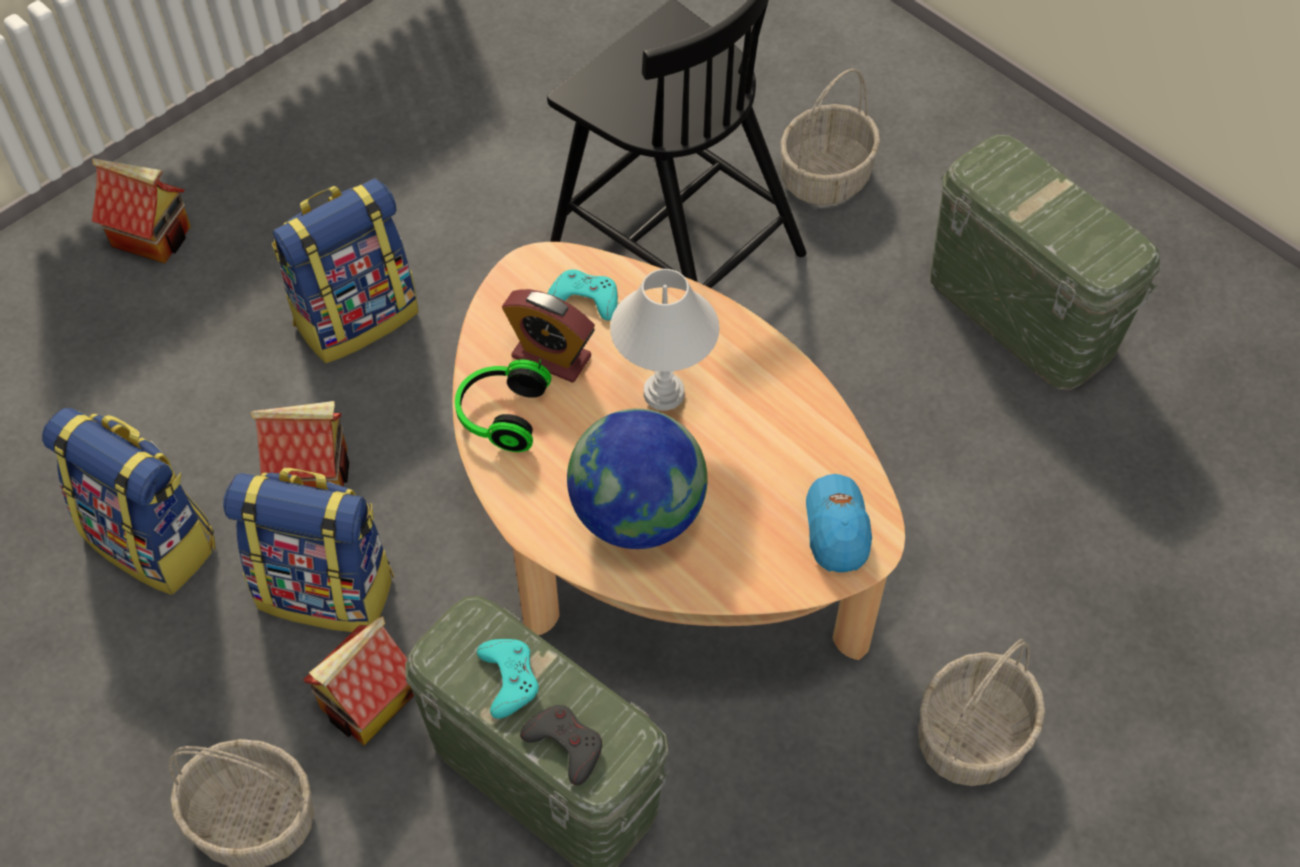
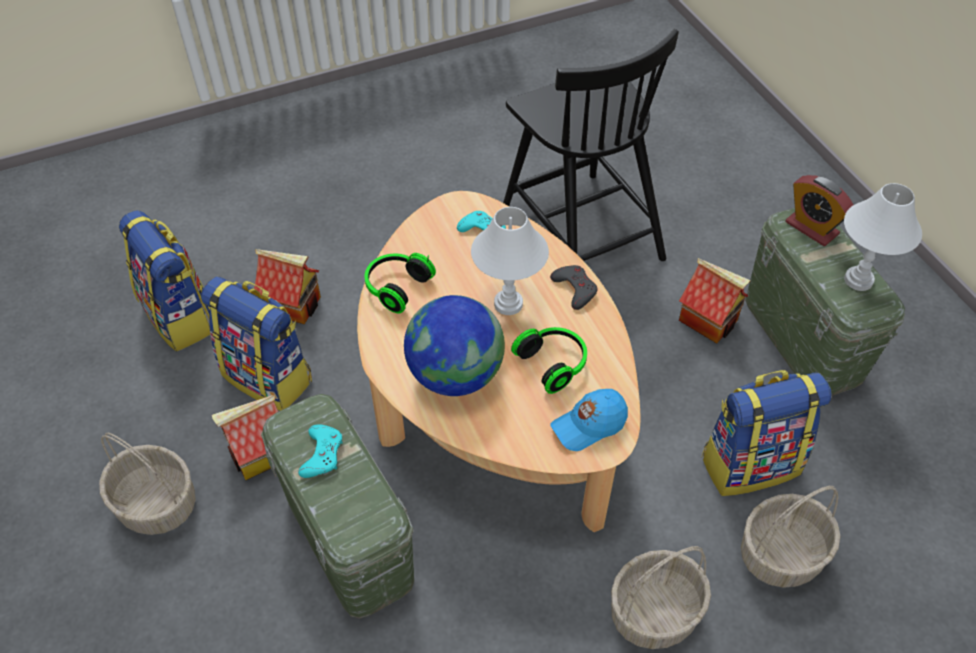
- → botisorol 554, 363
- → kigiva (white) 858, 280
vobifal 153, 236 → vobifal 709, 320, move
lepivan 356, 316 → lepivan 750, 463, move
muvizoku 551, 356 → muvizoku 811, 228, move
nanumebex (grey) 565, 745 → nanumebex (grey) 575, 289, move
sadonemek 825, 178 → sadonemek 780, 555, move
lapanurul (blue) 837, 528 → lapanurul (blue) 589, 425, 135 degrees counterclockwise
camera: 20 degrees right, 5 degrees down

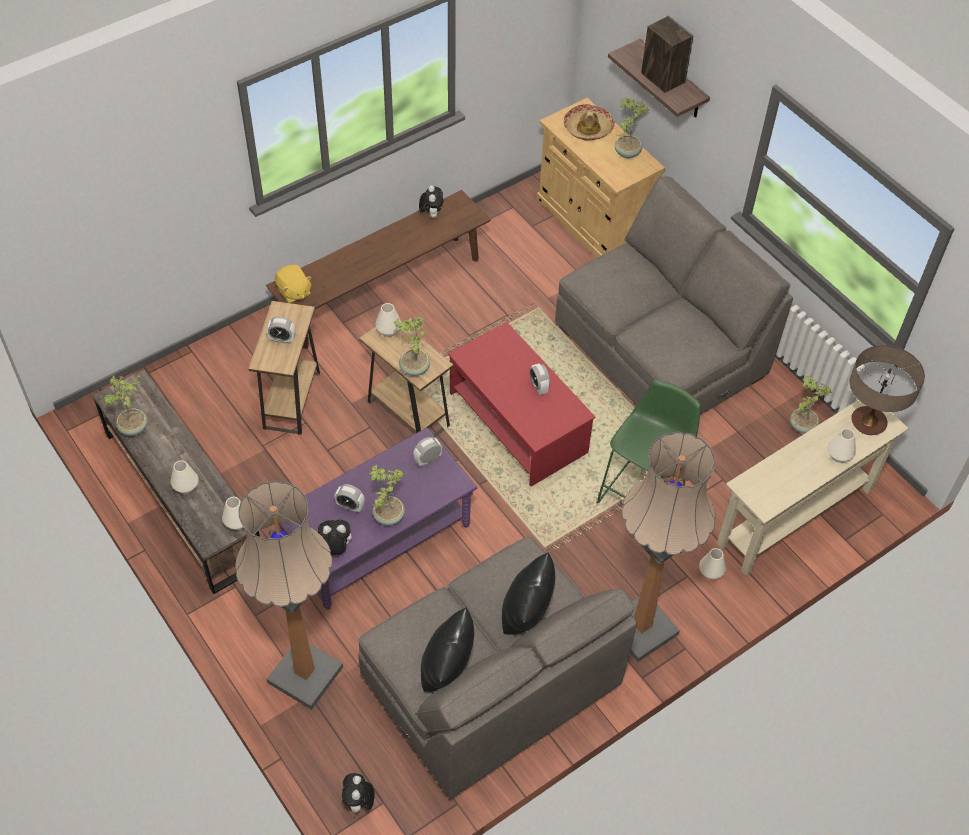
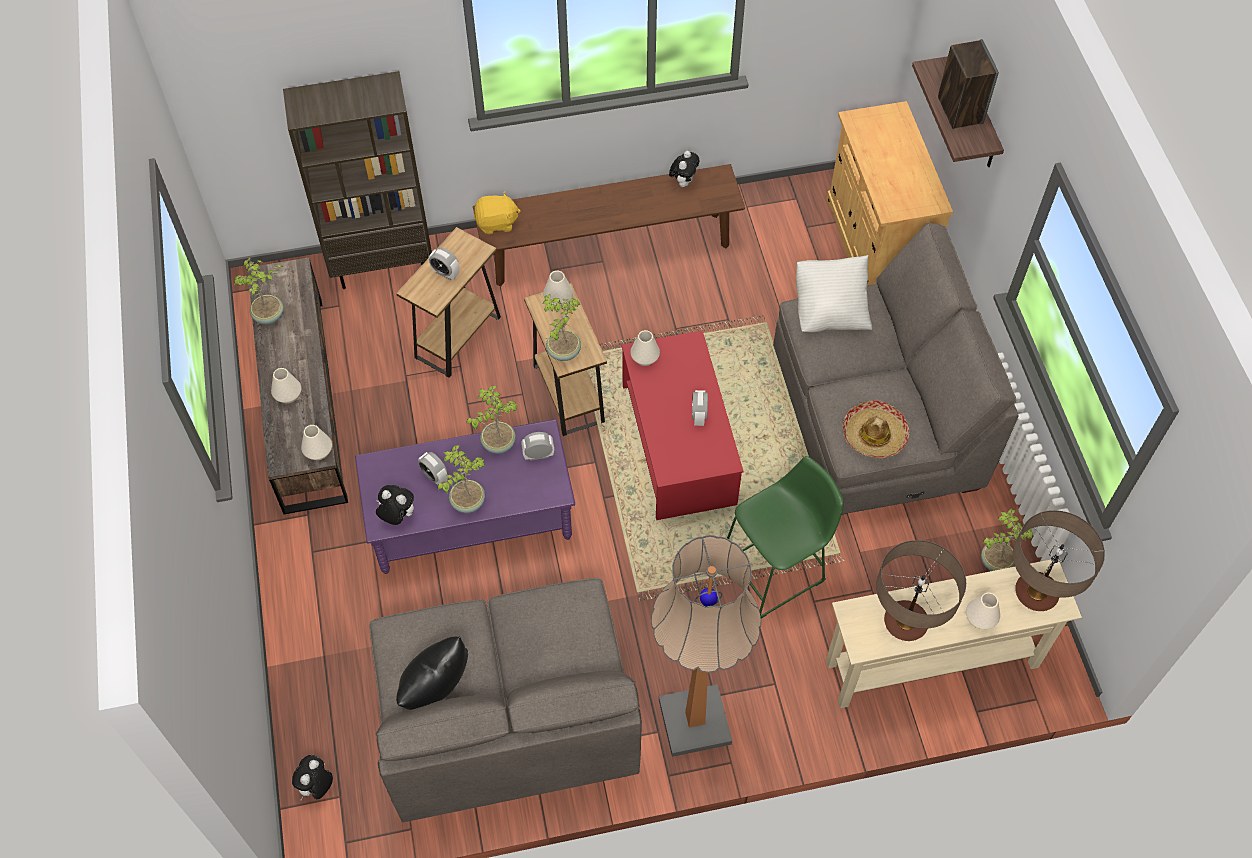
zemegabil 305, 675 → -
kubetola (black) 528, 616 → -
- → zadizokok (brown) 383, 265
- → kubetola (white) 830, 310
- → kigiva 905, 622
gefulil 588, 128 → gefulil 874, 435, move
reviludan 626, 153 → reviludan 498, 443, move
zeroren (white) 711, 572 → zeroren (white) 645, 358, move
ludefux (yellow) 294, 292 → ludefux (yellow) 497, 223, 90 degrees counterclockwise
camera: 25 degrees right, 5 degrees up

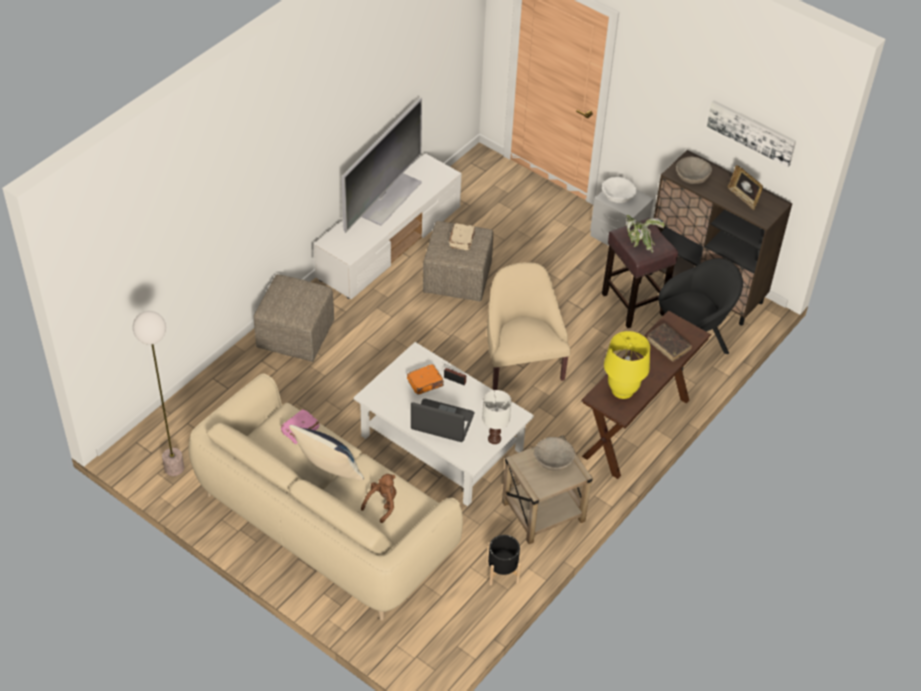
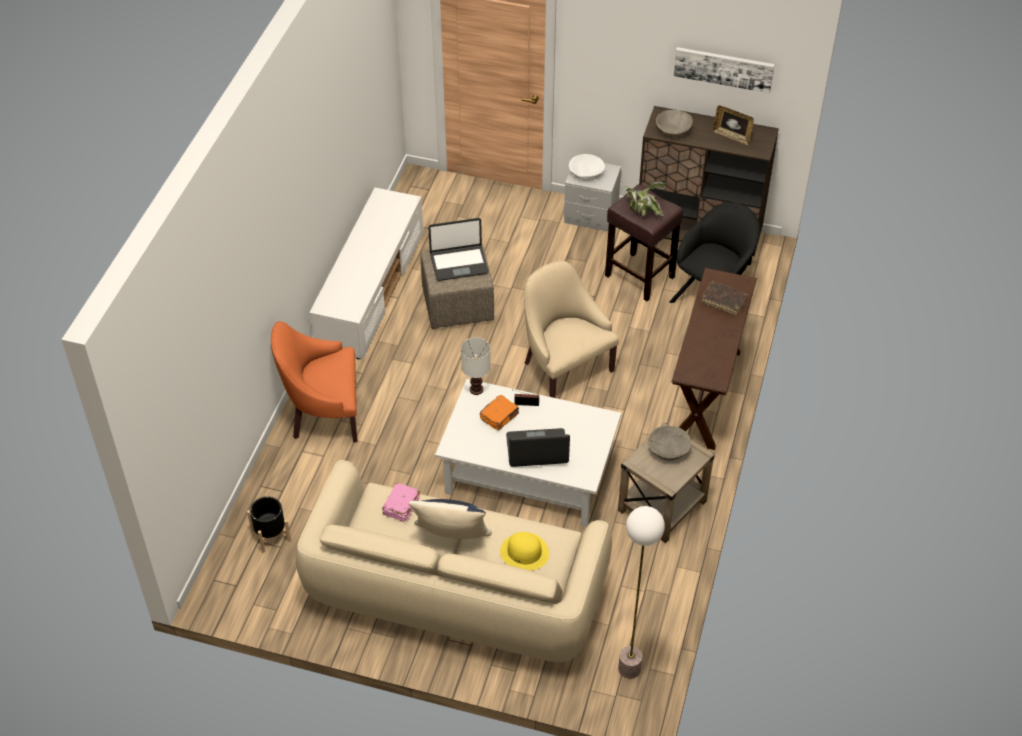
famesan 390, 199 → -
kigiva (yellow) 622, 390 → -
zemegabil 173, 468 → zemegabil 629, 668, move
kigiva (white) 494, 439 → kigiva (white) 476, 390, move
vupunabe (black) 502, 572 → vupunabe (black) 271, 536, move
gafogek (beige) 295, 335 → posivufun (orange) 323, 413
ludefux (brown) 382, 504 → gefulil (yellow) 524, 552
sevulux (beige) 462, 241 → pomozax 459, 263
camera: 20 degrees left, 0 degrees up

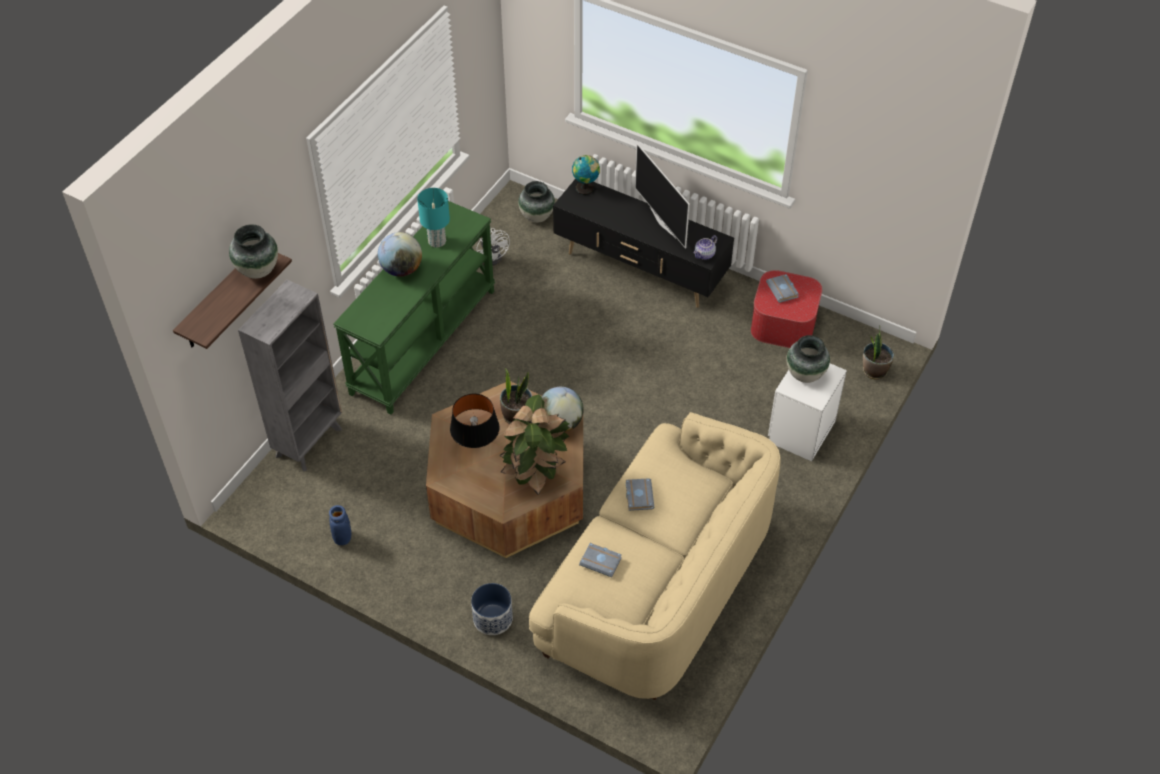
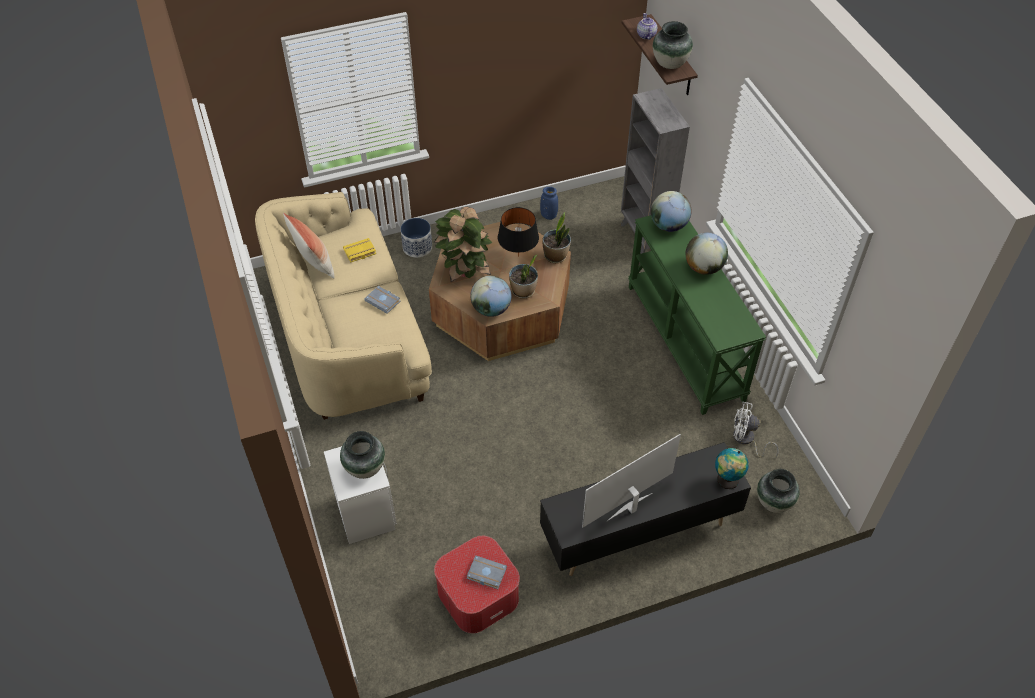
kigiva (turquoise) 436, 241 → -
- → kubetola 314, 263
- → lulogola 668, 225
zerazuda 704, 255 → zerazuda 645, 35, move
reviludan 874, 370 → reviludan 556, 256, move
sevulux (grey) 601, 561 → sevulux (yellow) 359, 252
famesan 663, 222 → famesan 630, 508, 45 degrees counterclockwise
camera: 130 degrees right, 0 degrees up

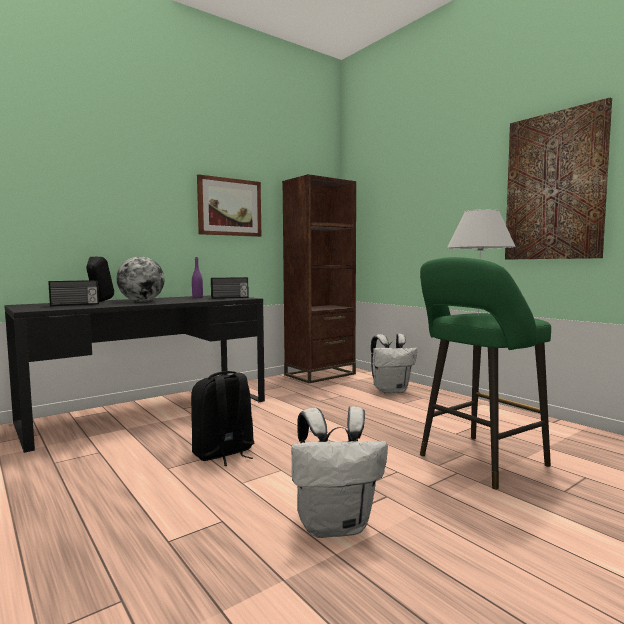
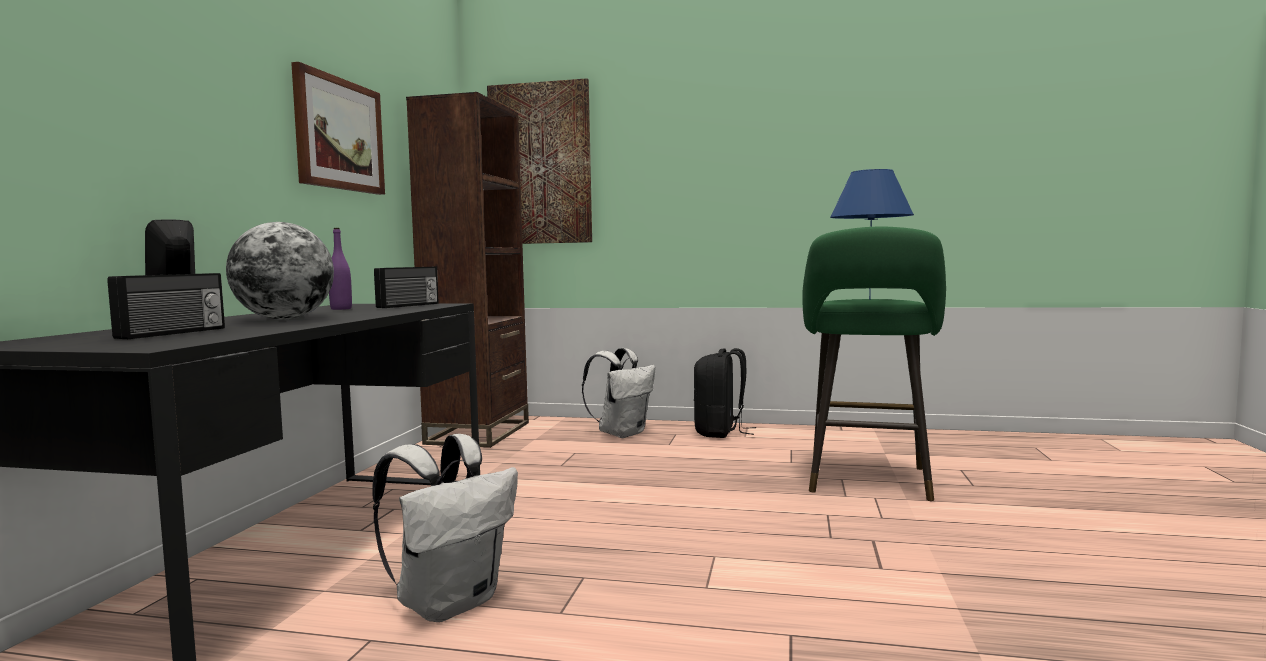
lepivan (black) 223, 453 → lepivan (black) 720, 432, move
lepivan (white) 335, 525 → lepivan (white) 450, 603, move
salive 554, 186 → salive 540, 164, move
kigiva (white) 478, 315 → kigiva (blue) 870, 299
camera: 40 degrees left, 0 degrees up

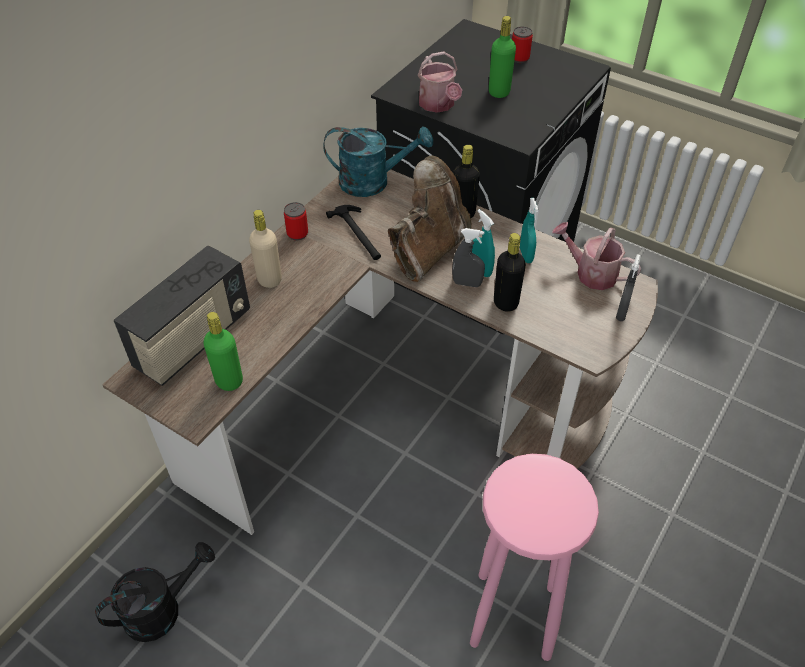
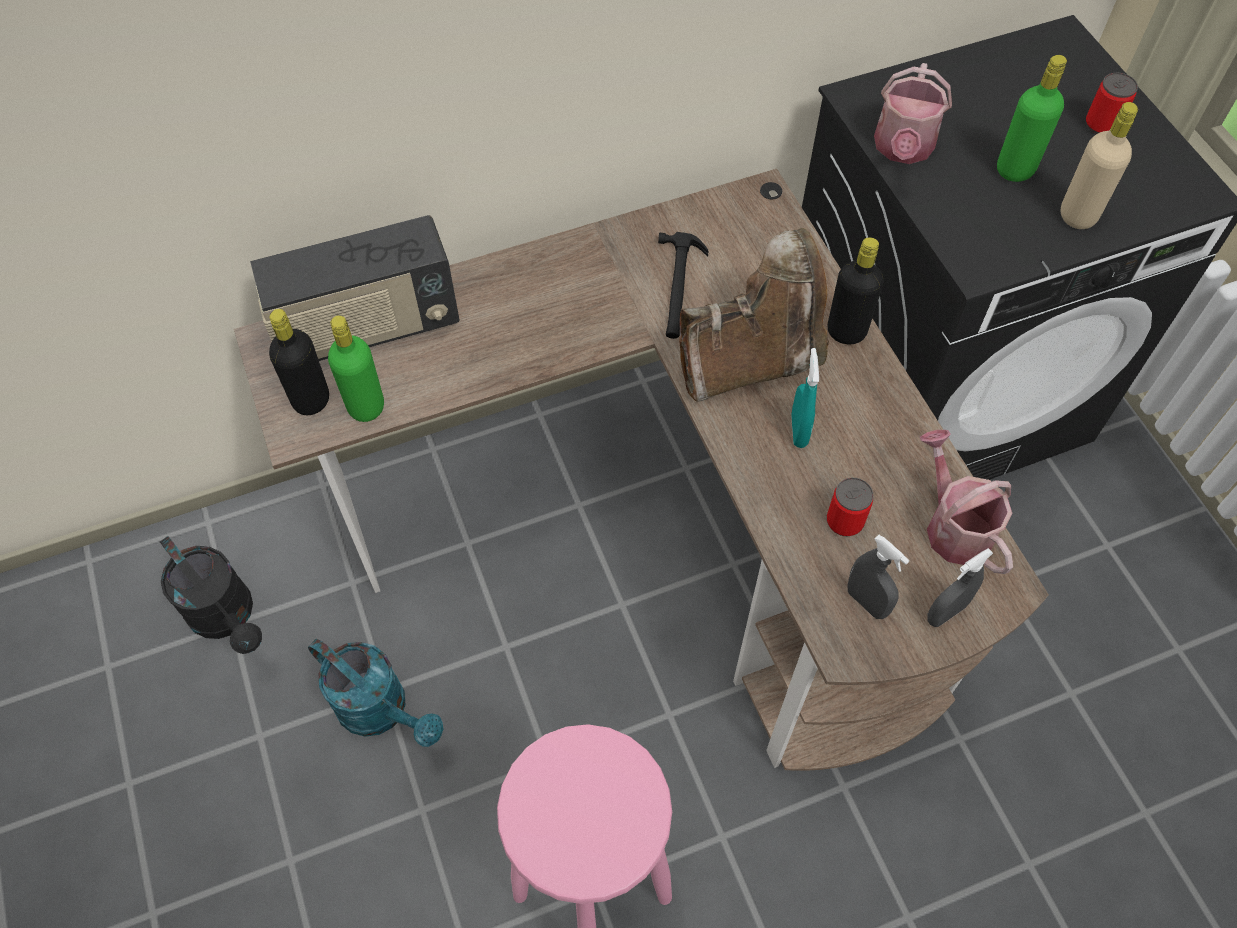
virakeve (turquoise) 526, 255 → -
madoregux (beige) 269, 279 → madoregux (beige) 1078, 215, move
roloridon 297, 234 → roloridon 844, 521, move
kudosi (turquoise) 373, 182 → kudosi (turquoise) 382, 710, move
virakeve (grey) 467, 283 → virakeve (grey) 866, 602, move
madoregux (black) 505, 303 → madoregux (black) 311, 400, move
kudosi (black) 162, 609 → kudosi (black) 227, 617, 45 degrees clockwise
camera: 35 degrees right, 10 degrees up

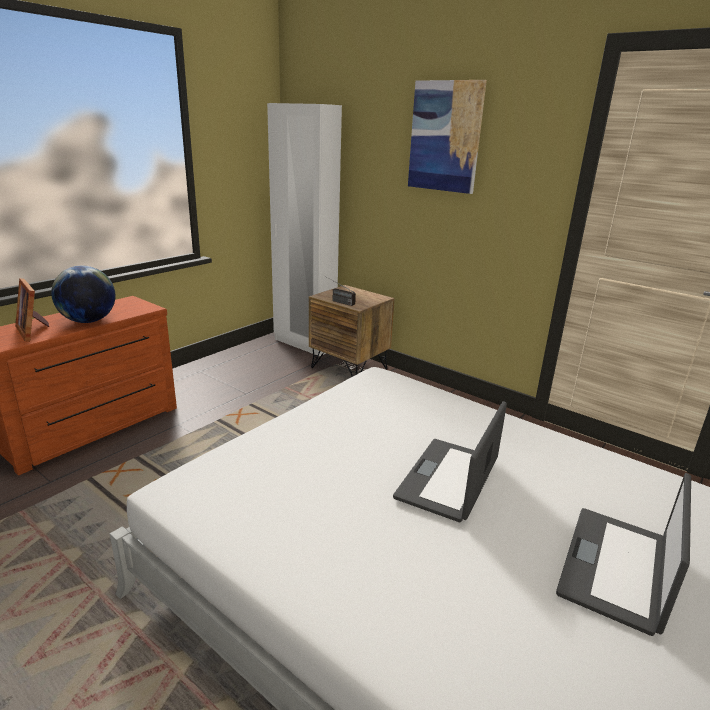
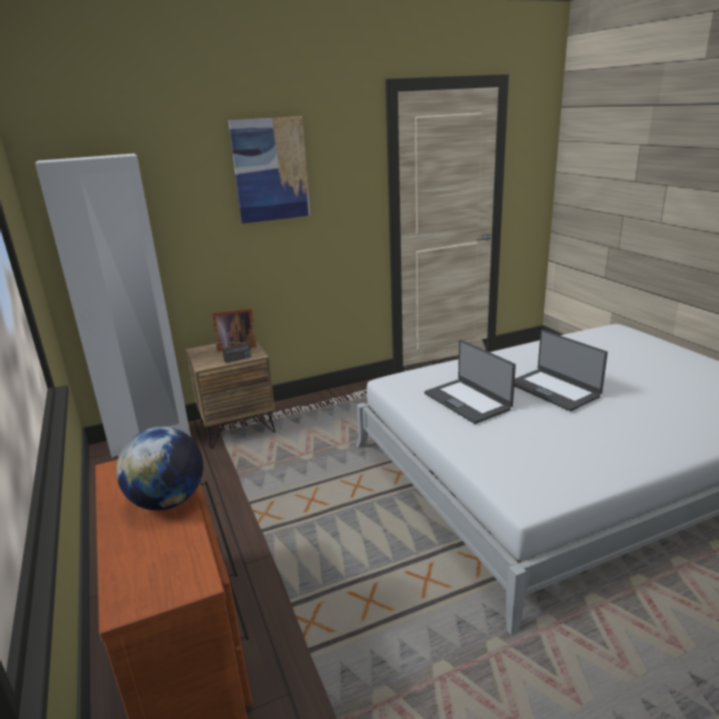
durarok 34, 331 → durarok 235, 346, move
pomozax 617, 568 → pomozax 468, 401, move
camera: 60 degrees left, 0 degrees up

